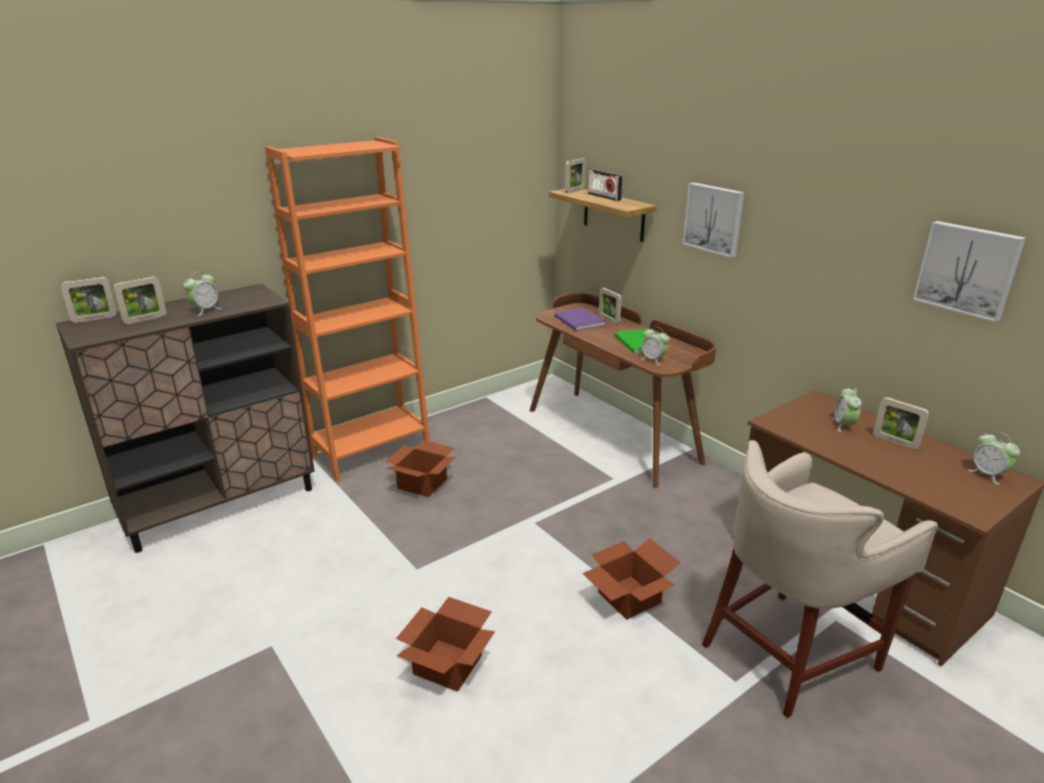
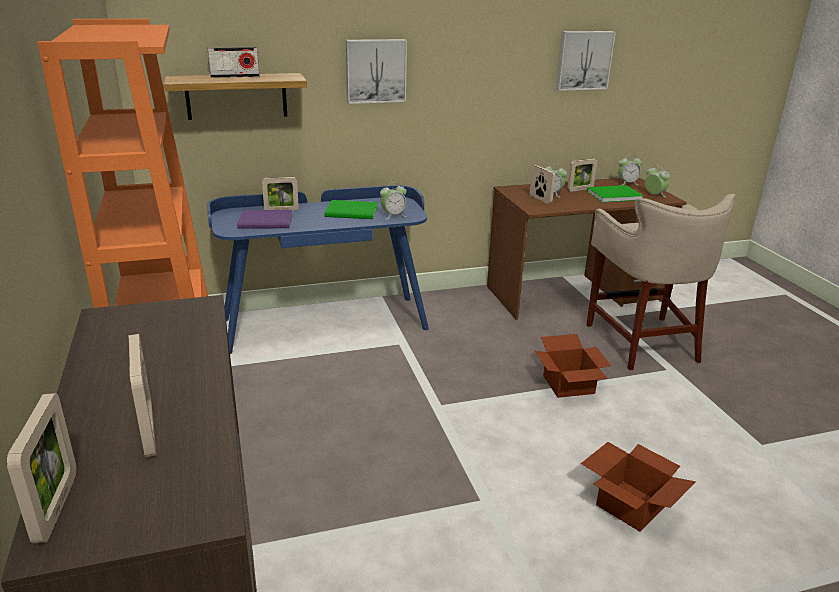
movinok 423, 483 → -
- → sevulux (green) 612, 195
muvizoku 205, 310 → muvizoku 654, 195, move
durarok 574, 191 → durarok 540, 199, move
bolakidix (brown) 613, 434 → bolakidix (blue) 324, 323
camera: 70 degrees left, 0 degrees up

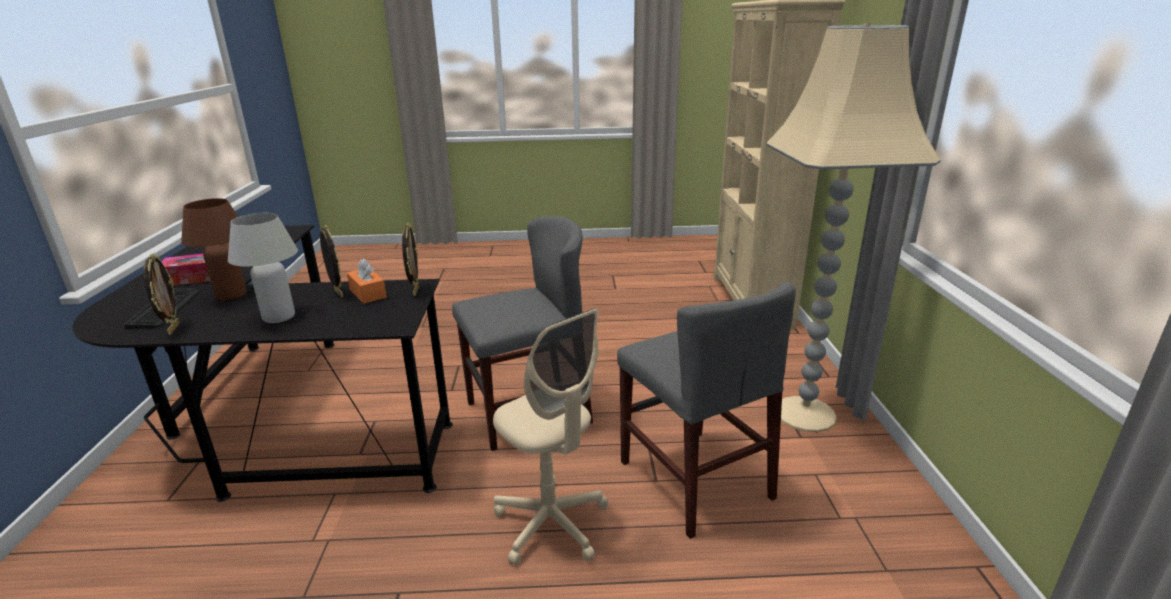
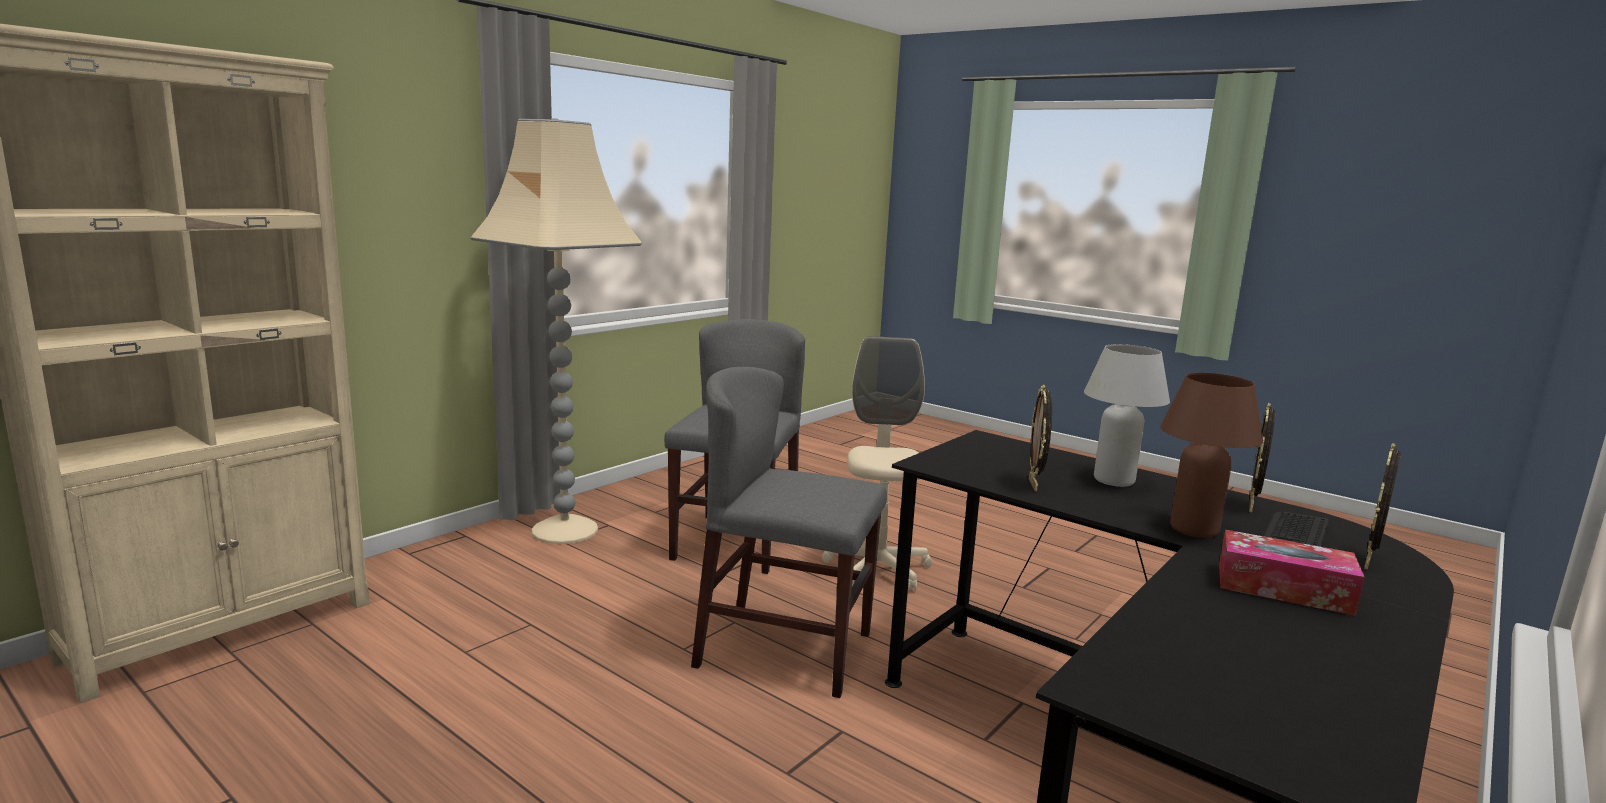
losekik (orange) 368, 293 → -
durarok 415, 291 → durarok 1370, 562, move
camera: 140 degrees left, 10 degrees down

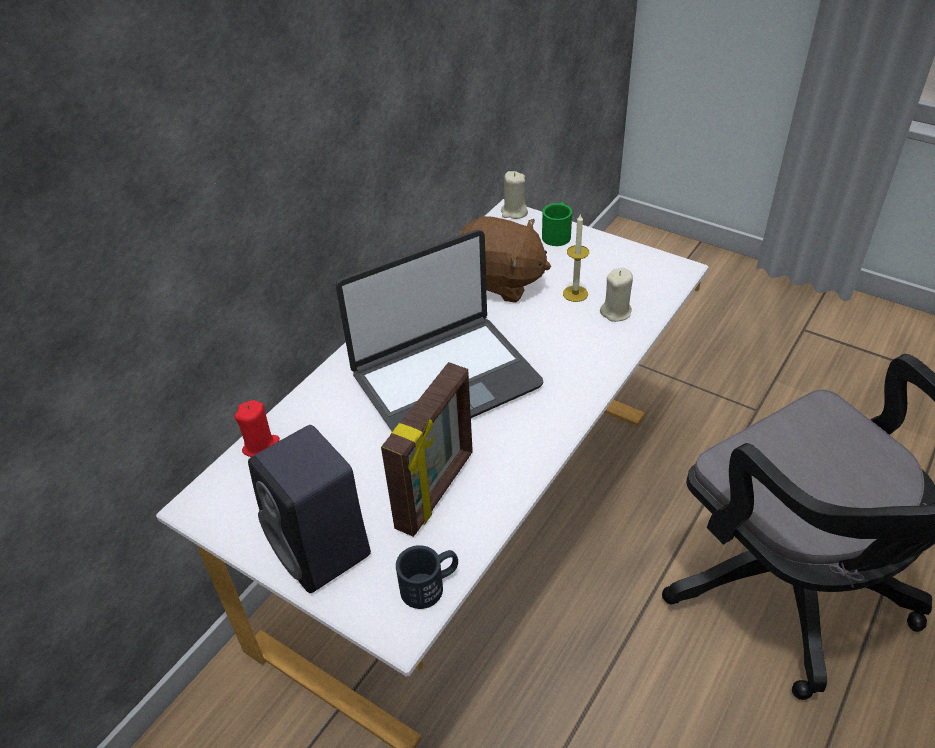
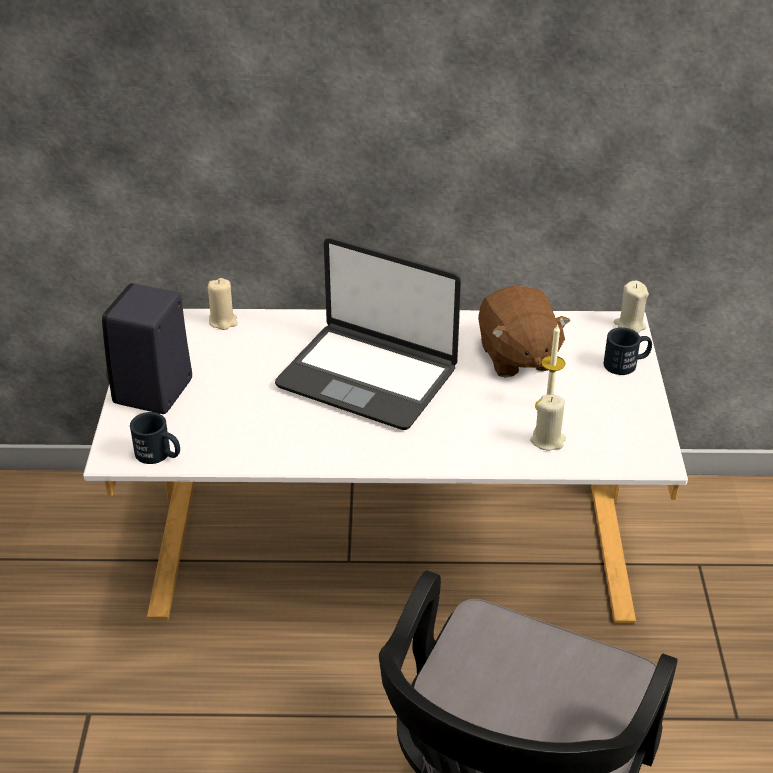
durarok 437, 491 → -
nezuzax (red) 261, 446 → nezuzax (beige) 223, 321
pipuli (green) 557, 234 → pipuli (black) 626, 363
camera: 55 degrees right, 5 degrees down

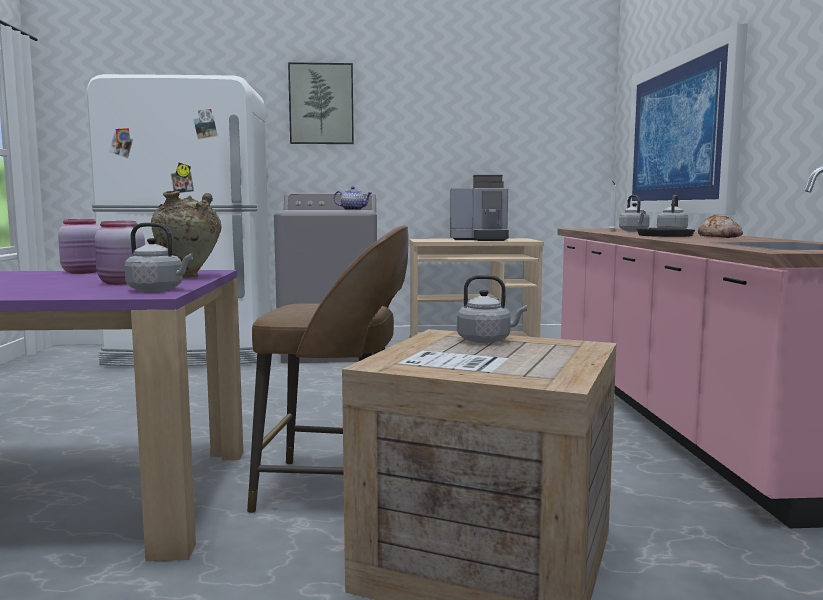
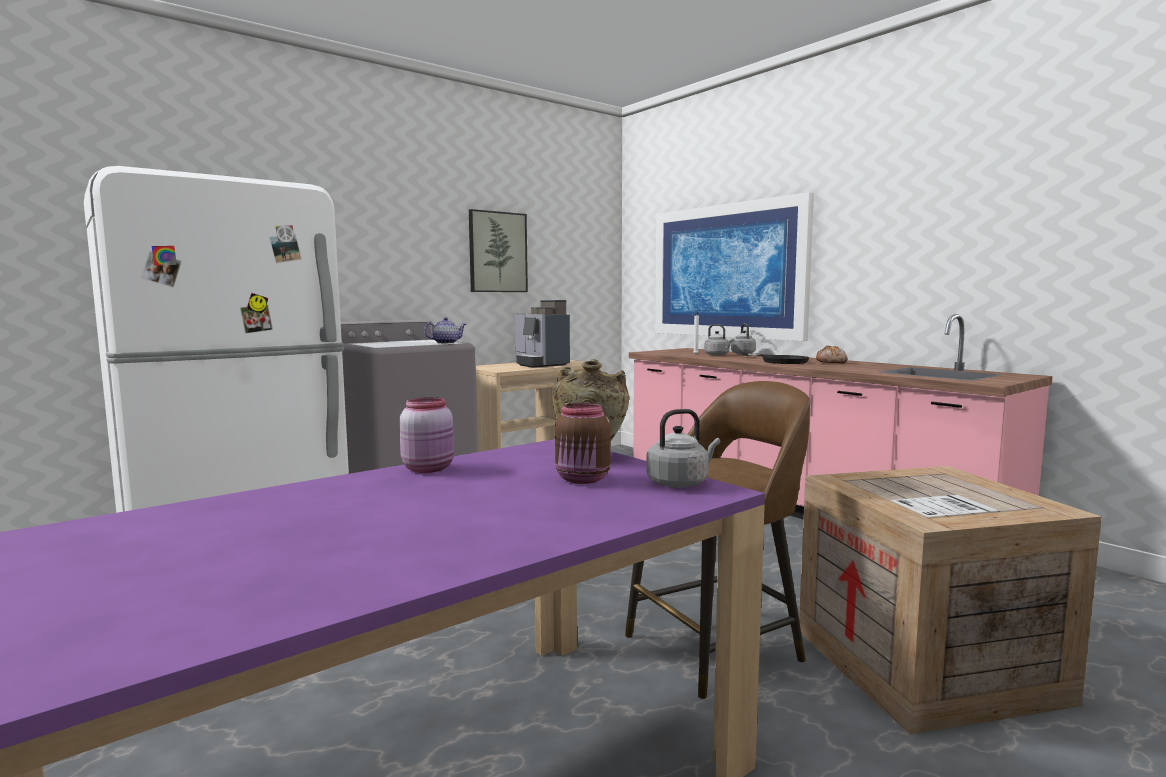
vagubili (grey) 487, 340 → -
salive 321, 104 → salive 497, 252, move
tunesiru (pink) 121, 283 → tunesiru (brown) 583, 479
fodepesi 480, 239 → fodepesi 540, 364, 90 degrees clockwise
camera: 35 degrees left, 0 degrees up

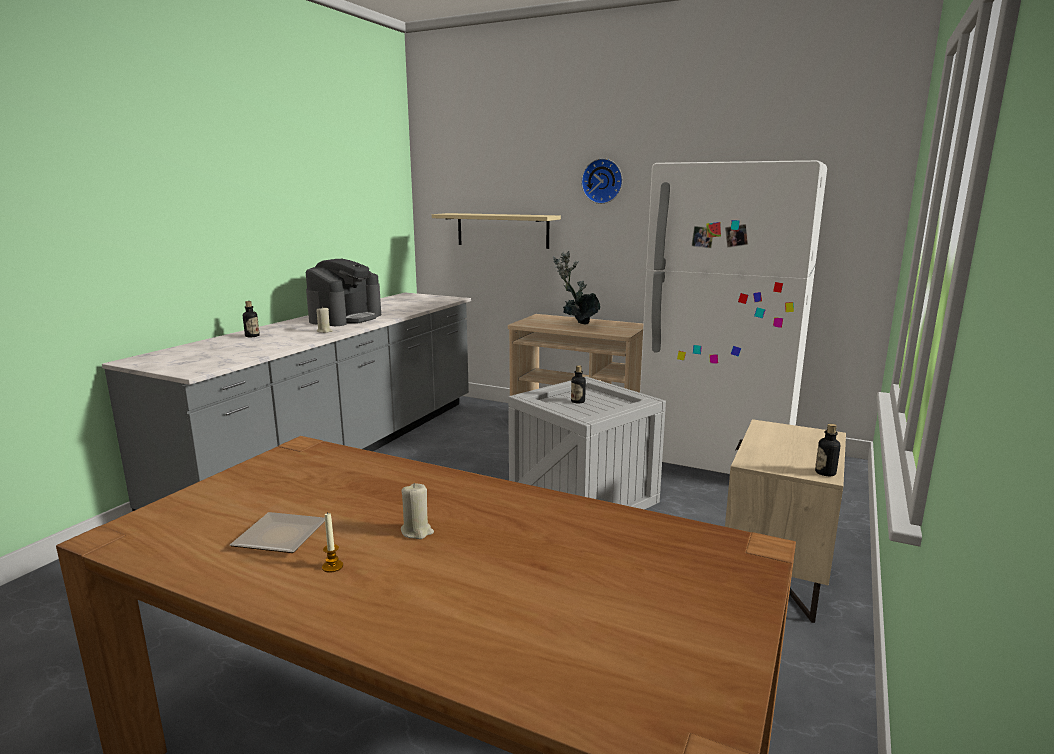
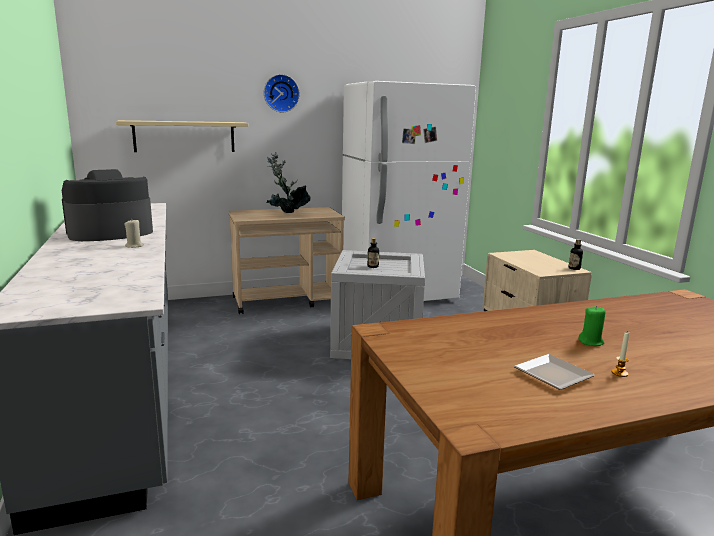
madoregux 252, 336 → -
nezuzax (beige) 417, 532 → nezuzax (green) 591, 342
fodepesi 346, 318 → fodepesi 110, 233, 105 degrees counterclockwise
camera: 45 degrees left, 0 degrees up

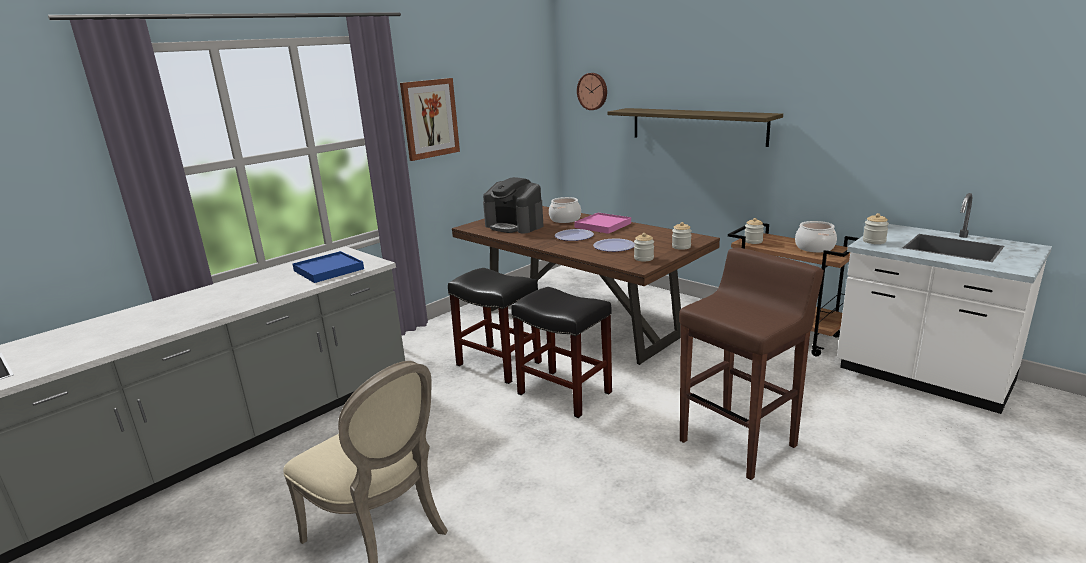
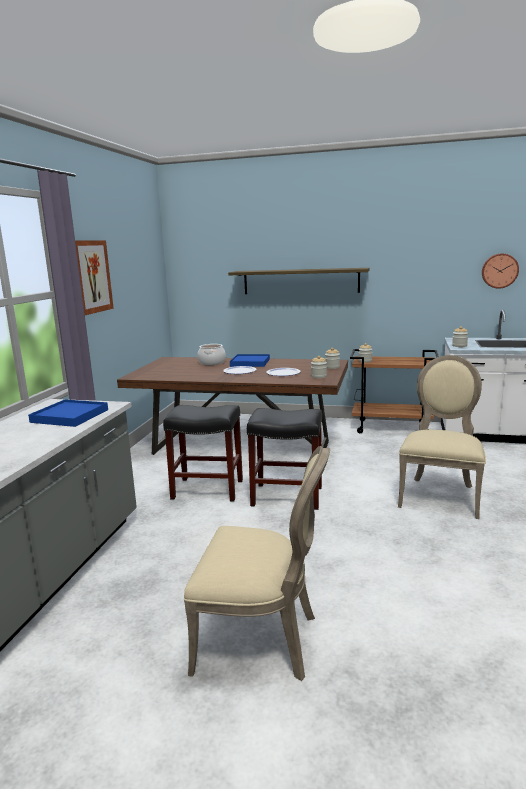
fodepesi 515, 226 → -
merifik 814, 248 → -
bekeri 593, 91 → bekeri 499, 270, move
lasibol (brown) 739, 443 → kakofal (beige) 440, 495
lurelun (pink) 603, 225 → lurelun (blue) 250, 362
camera: 30 degrees left, 5 degrees down

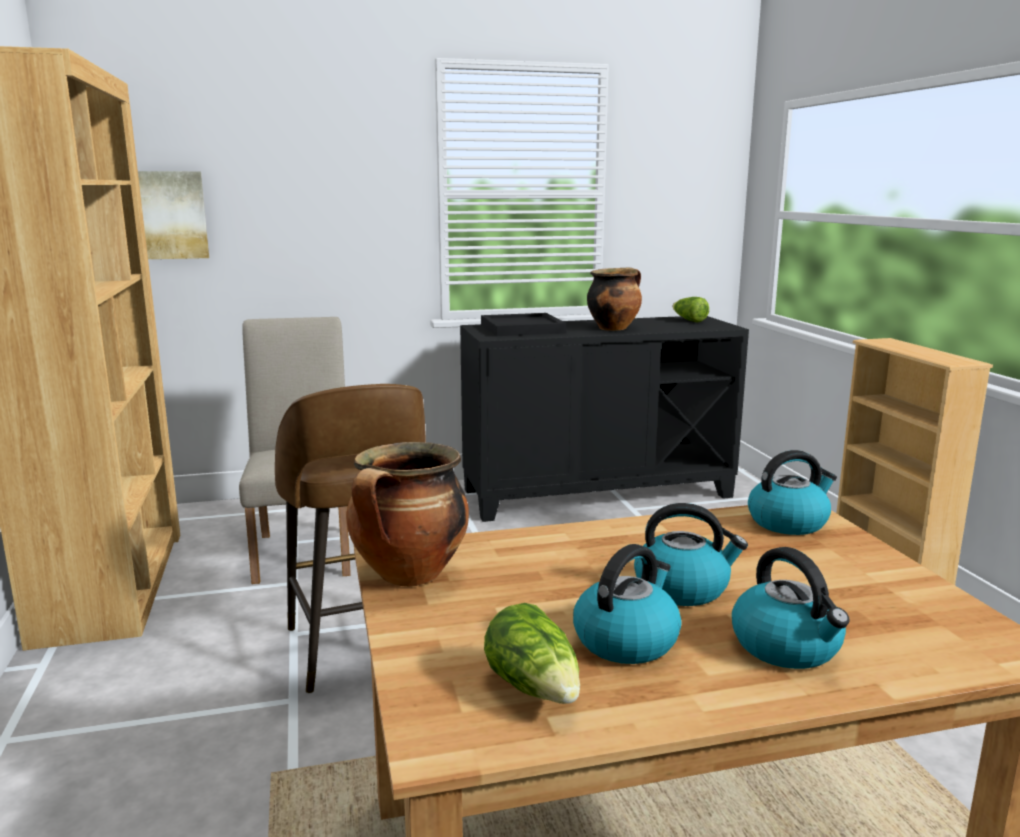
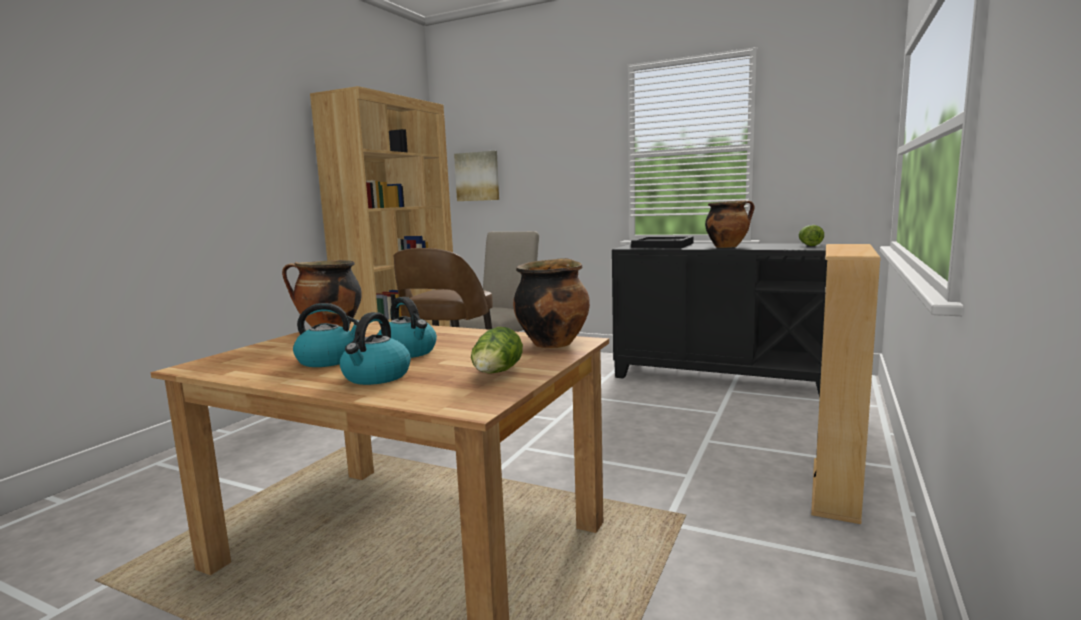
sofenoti 535, 688 → sofenoti 496, 374, move
vagubili 788, 522 → merifik 553, 343
camera: 40 degrees right, 5 degrees down

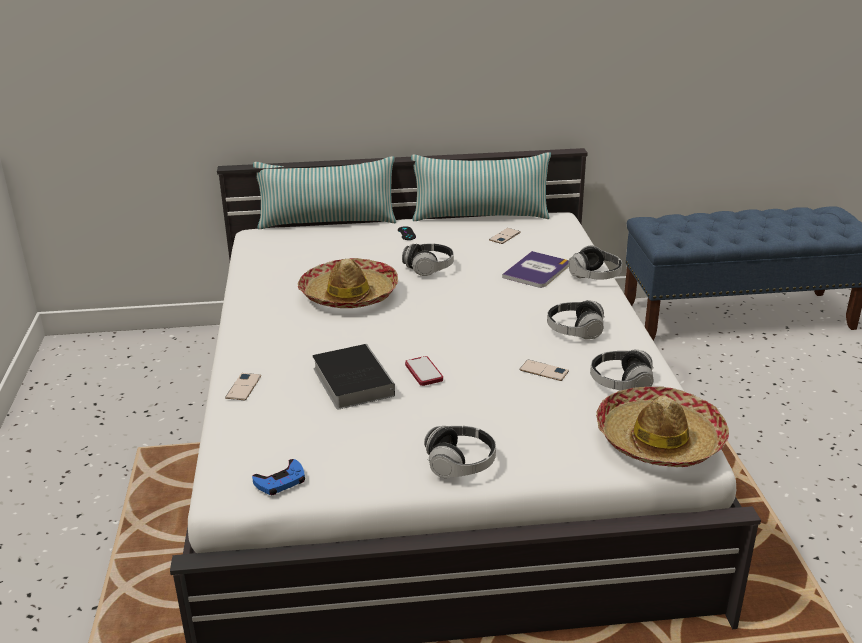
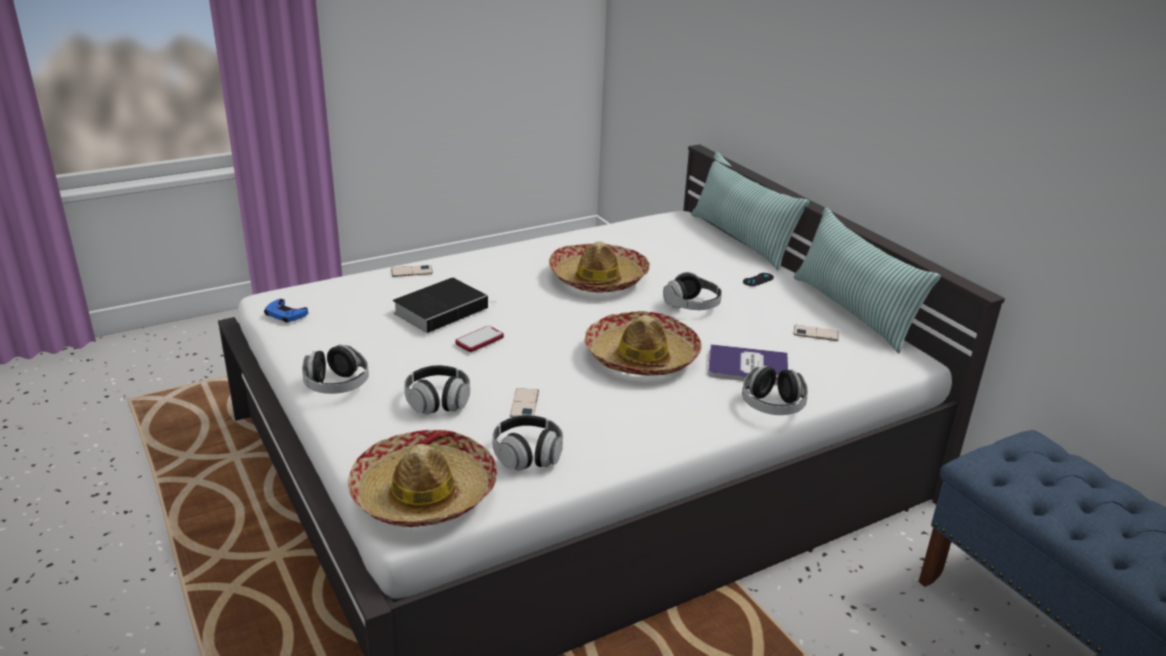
- → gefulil 642, 357
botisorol 574, 331 → botisorol 438, 401, move
camera: 65 degrees right, 0 degrees up

